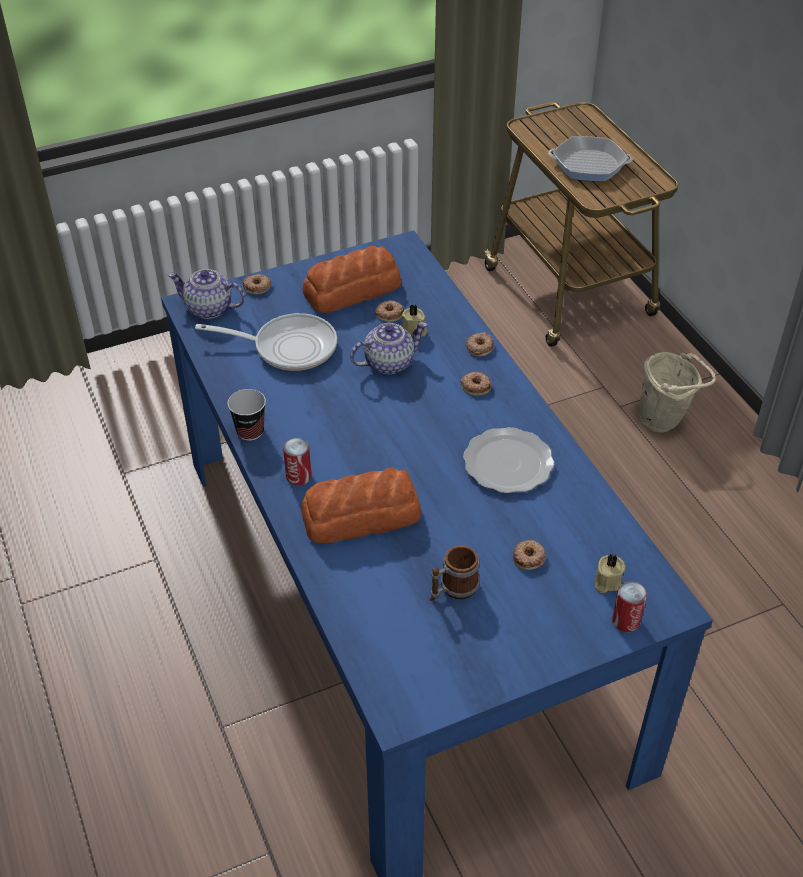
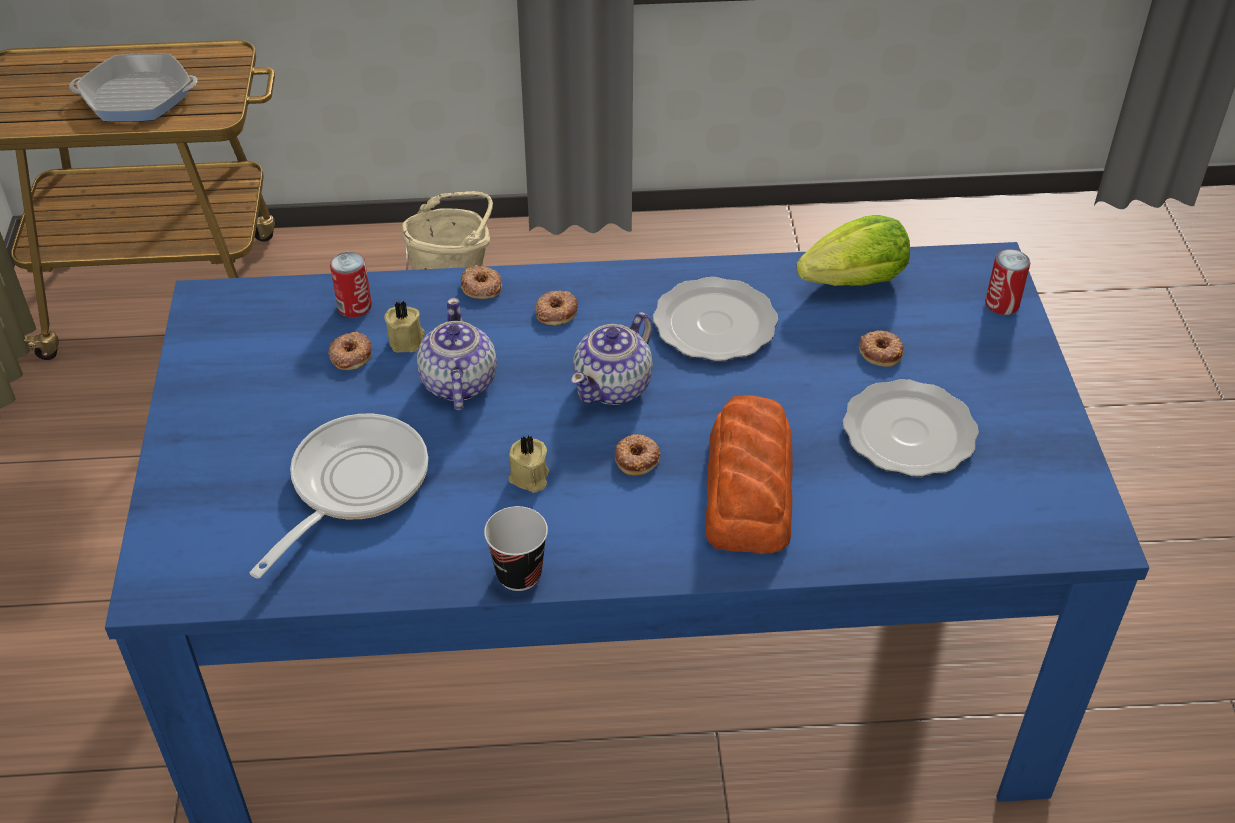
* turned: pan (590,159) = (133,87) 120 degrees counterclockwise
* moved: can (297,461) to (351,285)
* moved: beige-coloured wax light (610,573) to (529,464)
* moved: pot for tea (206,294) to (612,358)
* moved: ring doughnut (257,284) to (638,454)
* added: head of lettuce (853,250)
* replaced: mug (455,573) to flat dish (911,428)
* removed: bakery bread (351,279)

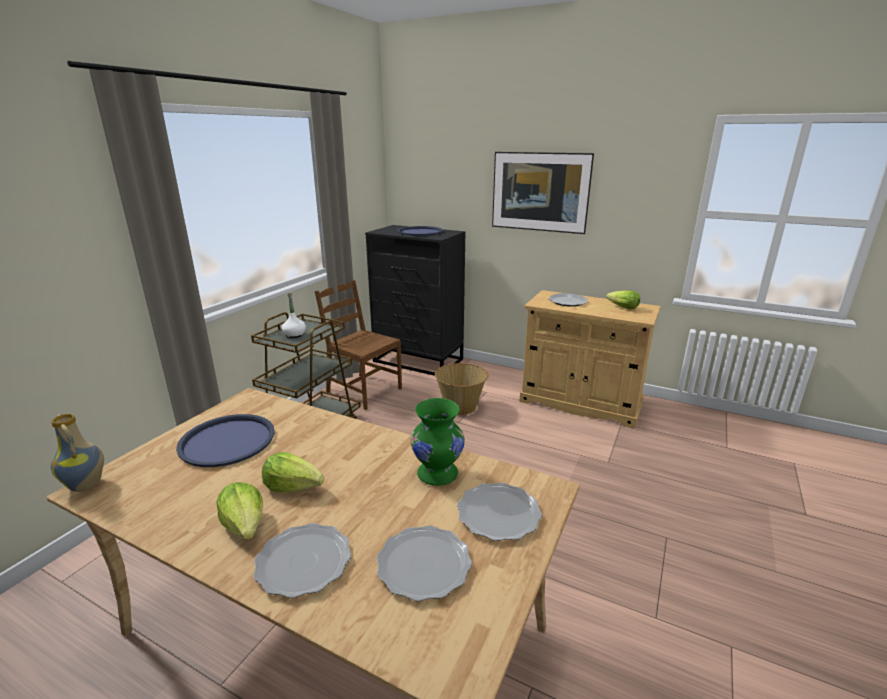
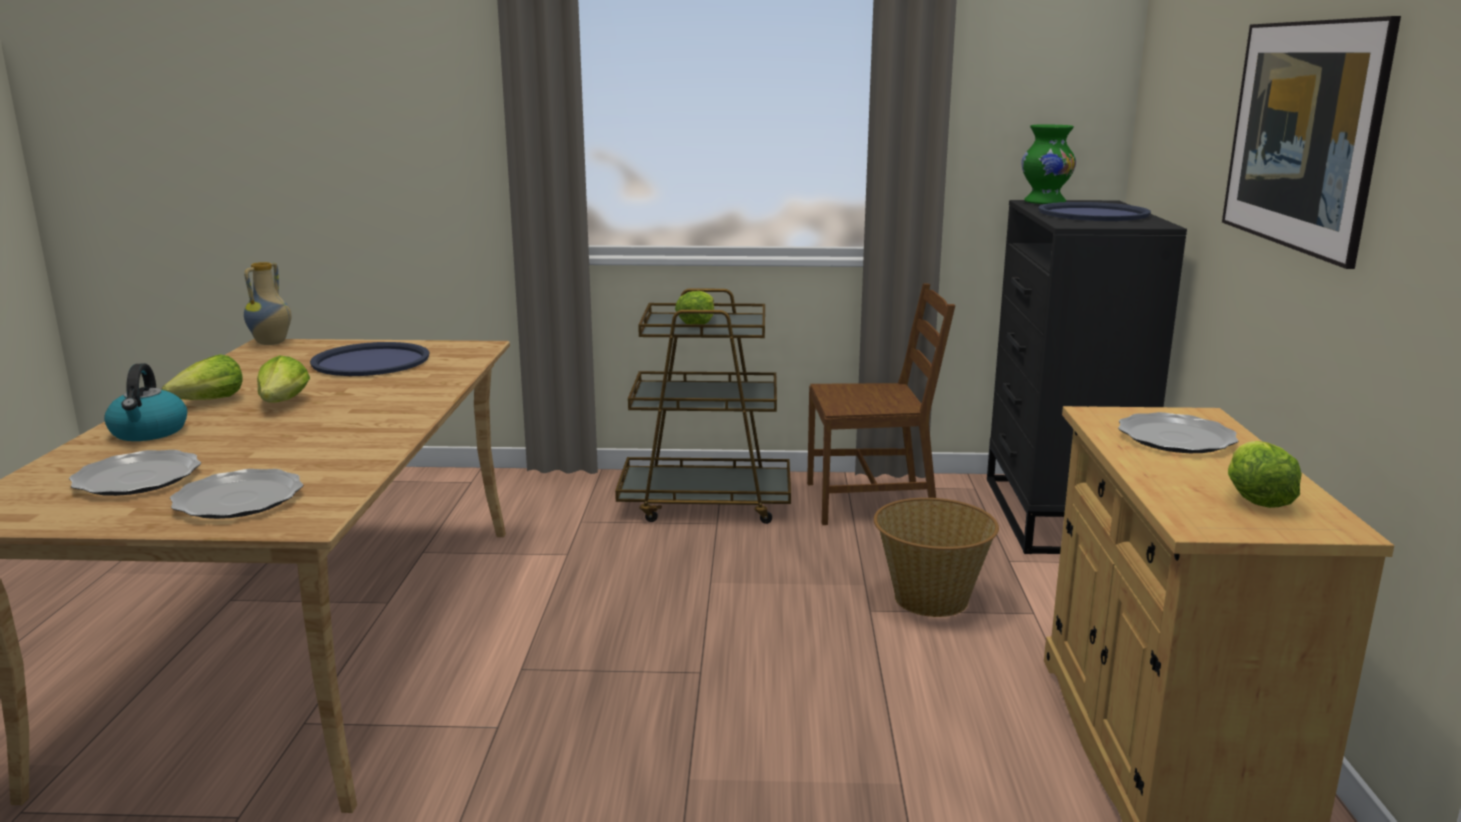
* replaced: flat dish (302,560) to tea kettle (145,402)
* replaced: whitish bottle (294,315) to head of lettuce (694,307)
* turned: brown-coloured chair (358,345) = (881,404) 75 degrees clockwise
* moved: green-coloured decorative vase (437,442) to (1048,164)

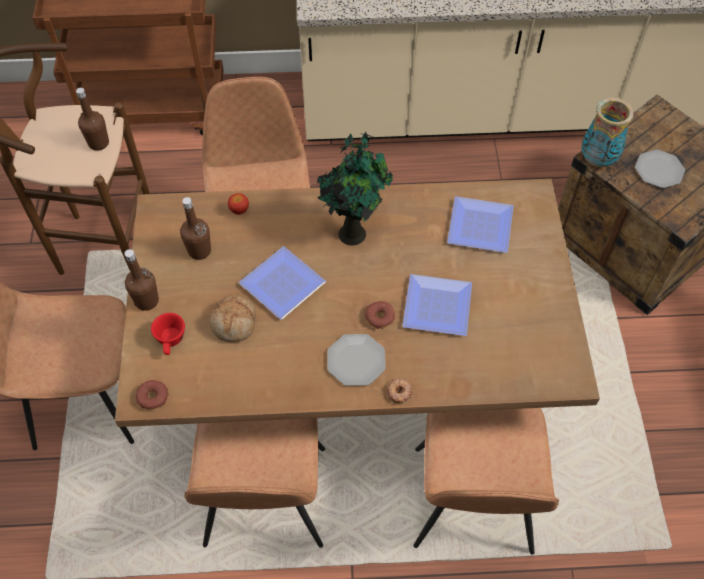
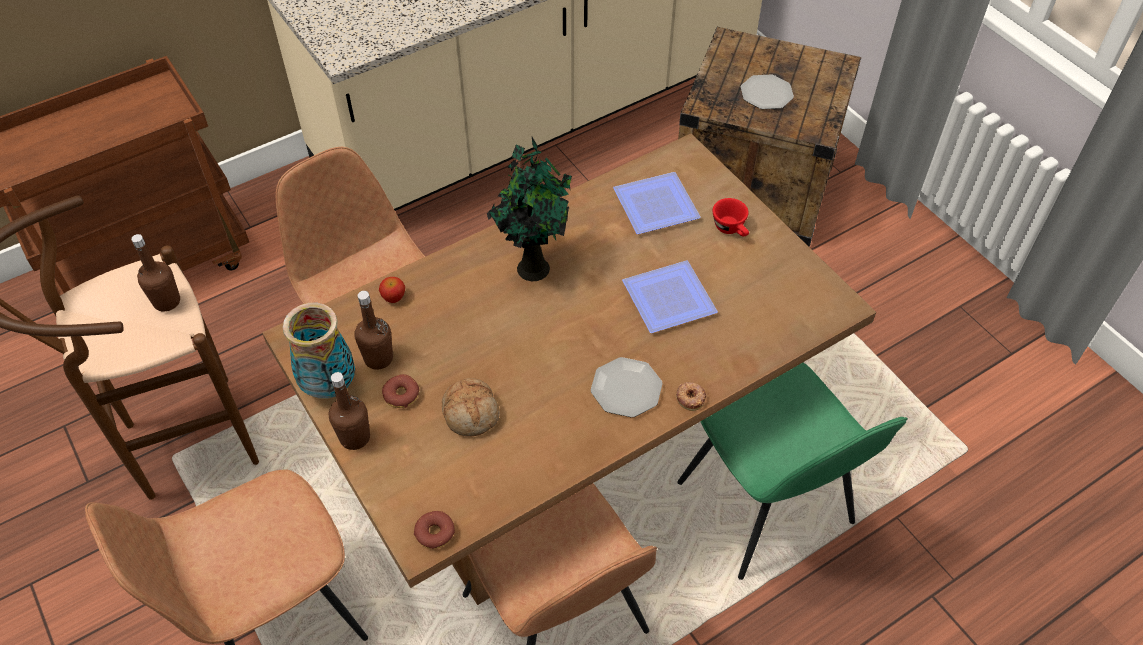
* moved: decorative vase (607,132) to (319,351)
* moved: ring doughnut (380,315) to (400,391)
* recoloured: brown-coloured chair (486,481) to green-coloured chair (792,471)
* moved: red small cup (168,334) to (730,217)
* removed: flat dish (282,283)

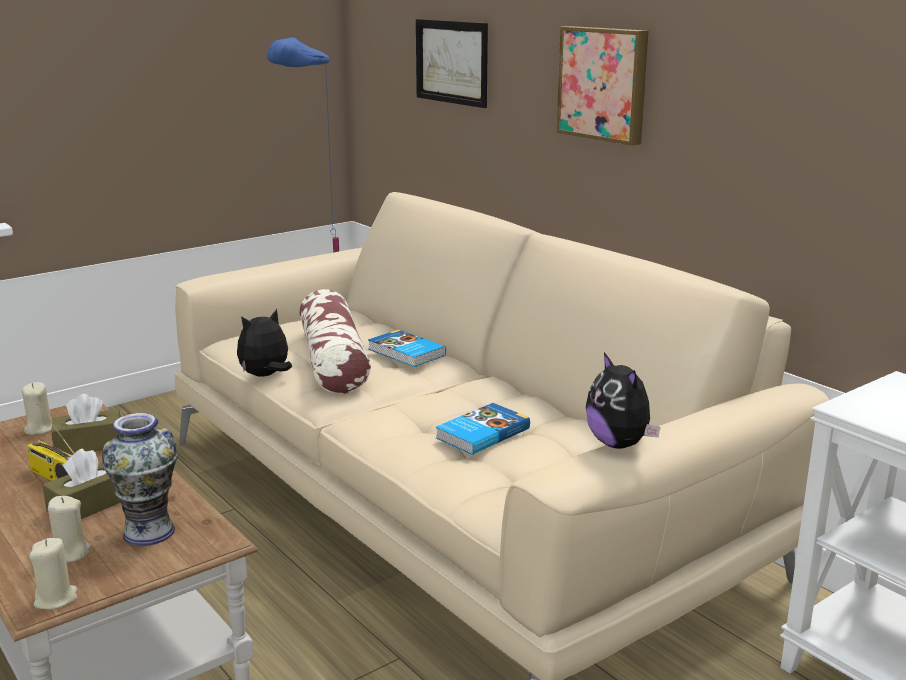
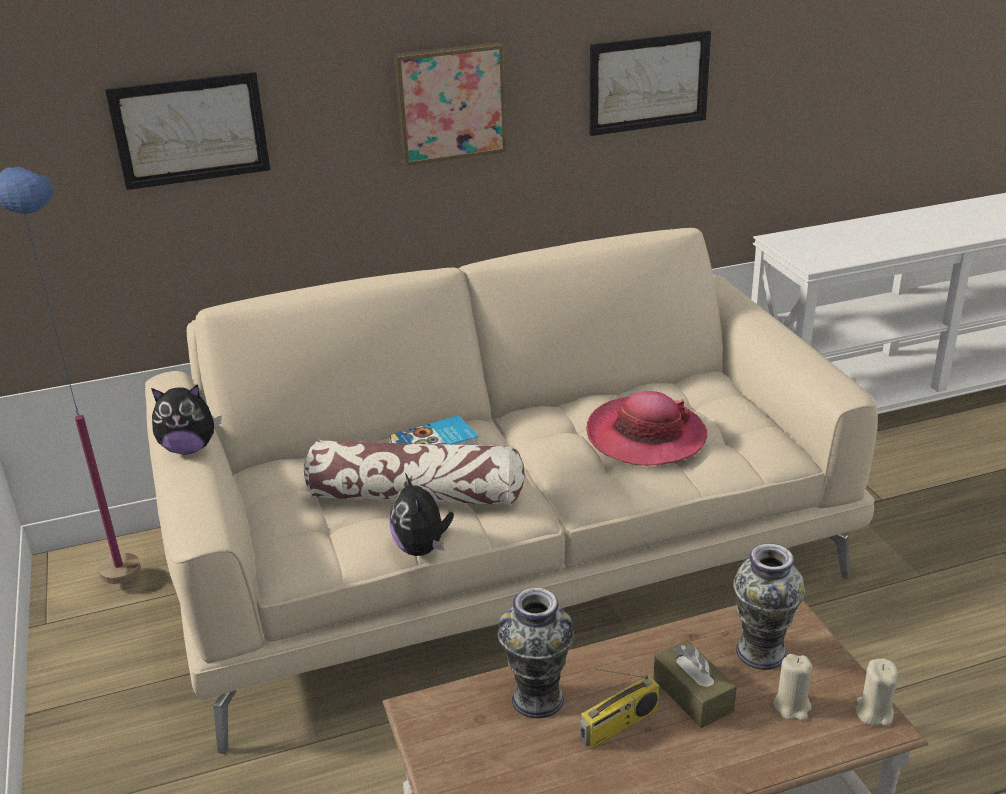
* moved: plush toy (623,400) to (186,419)
* replaced: brown-coloured box of tissues (86,424) to decorative vase (535,653)
* replaced: bound book (483,429) to hat (646,428)
* added: wall art (650,83)
* removed: beige-coloured wax light (37,408)

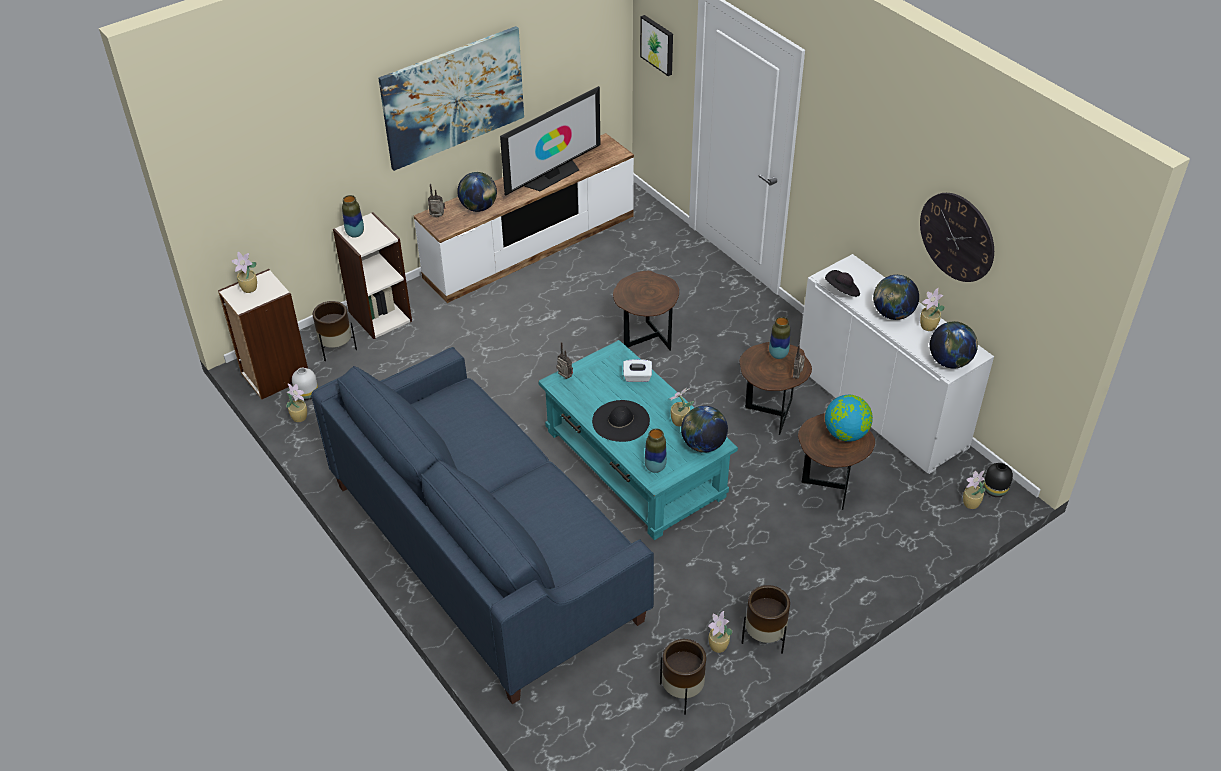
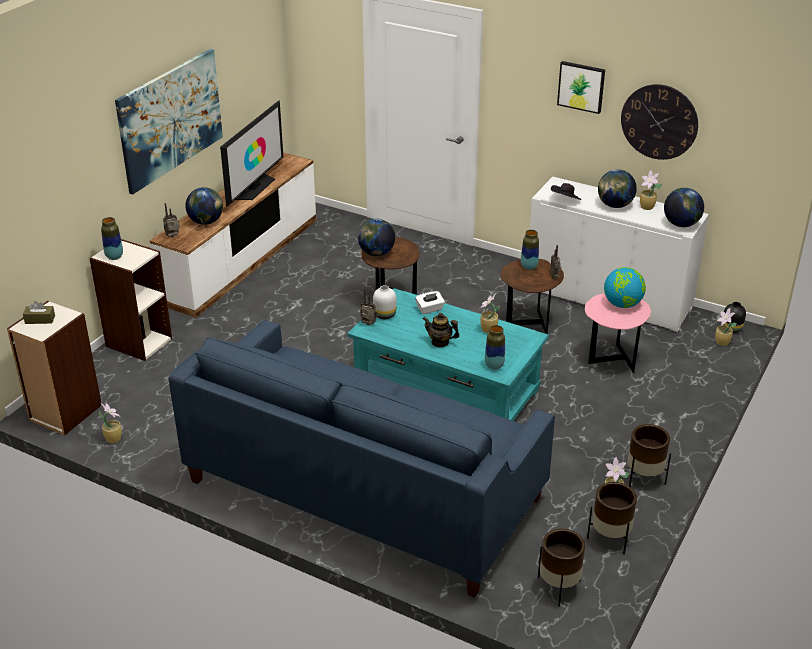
* replaced: potted plant (244,272) to brown-coloured box of tissues (39,312)
* moved: desk globe (704,429) to (376,237)
* moved: whitish decorative vase (305,383) to (384,302)
* replaced: black-coloured hat (621,421) to pot for tea (441,330)
* moved: brown-coloured flower pot (335,331) to (561,568)
* moved: wall art (656,45) to (581,87)
* recoloured: brown-coloured end table (836,461) to pinkish end table (618,333)

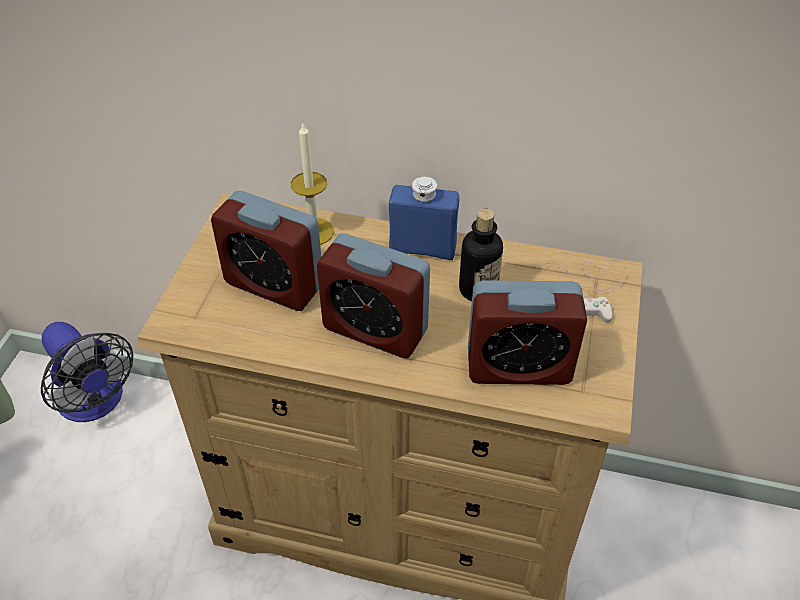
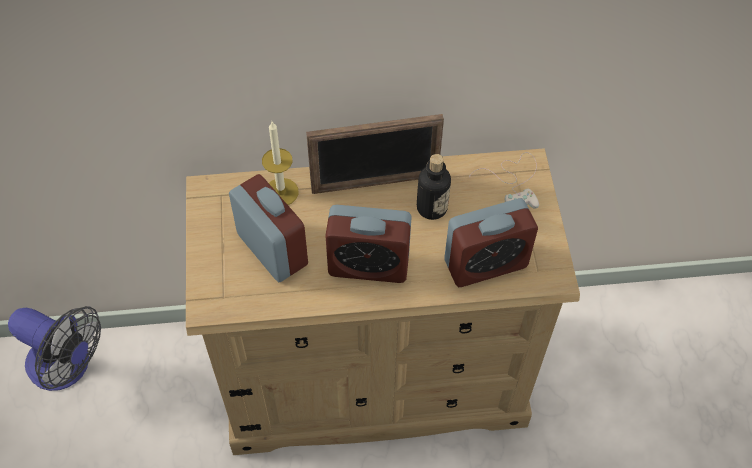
* turned: alarm clock (266,251) = (268,228) 135 degrees counterclockwise
* replaced: blue-coloured bottle (424,218) to picture frame (375,154)

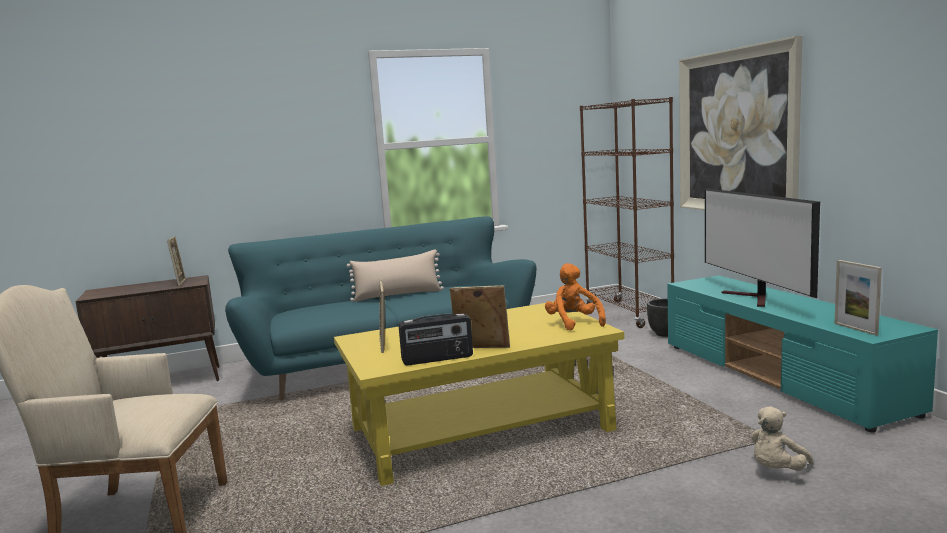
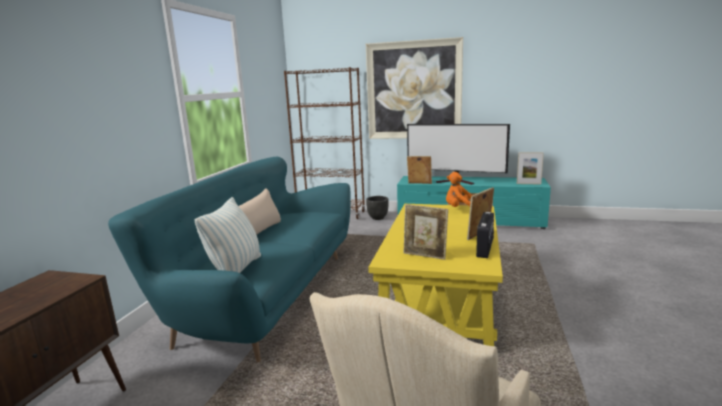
* added: pillow (228,235)
* moved: picture frame (176,261) to (419,170)
* removed: beige-coloured plush toy (782,439)

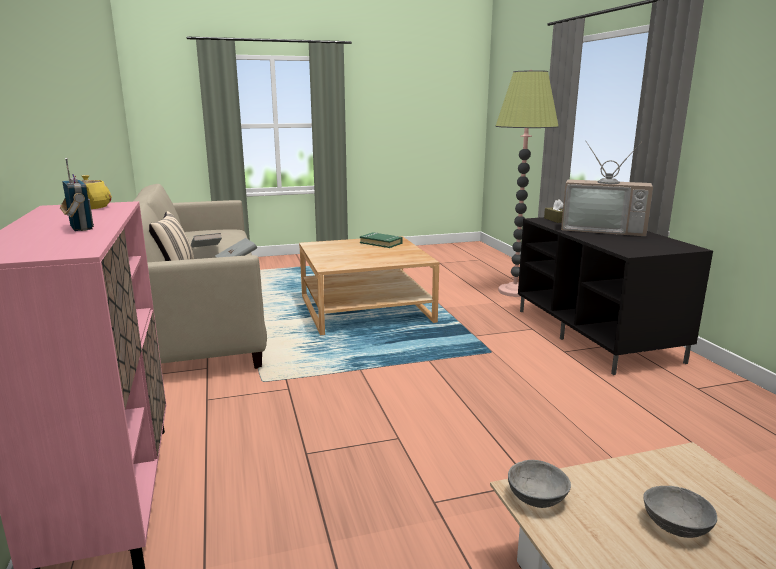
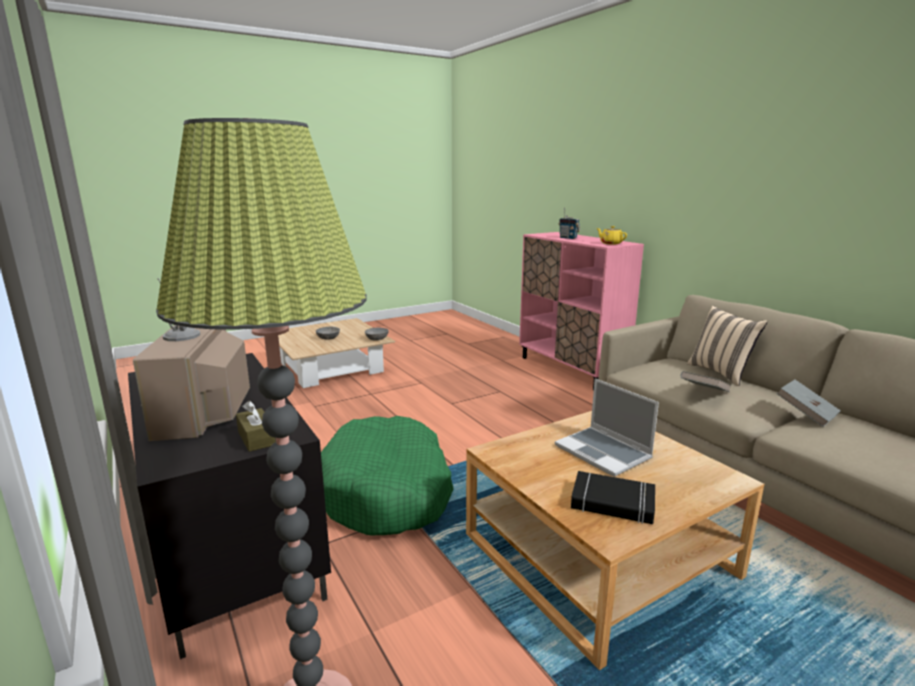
* turned: TV set (607,189) = (191,359) 105 degrees counterclockwise
* added: green-coloured dog cushion (387,475)
* added: laptop (607,427)
* recoloured: green-coloured bound book (381,240) to black-coloured bound book (613,497)

